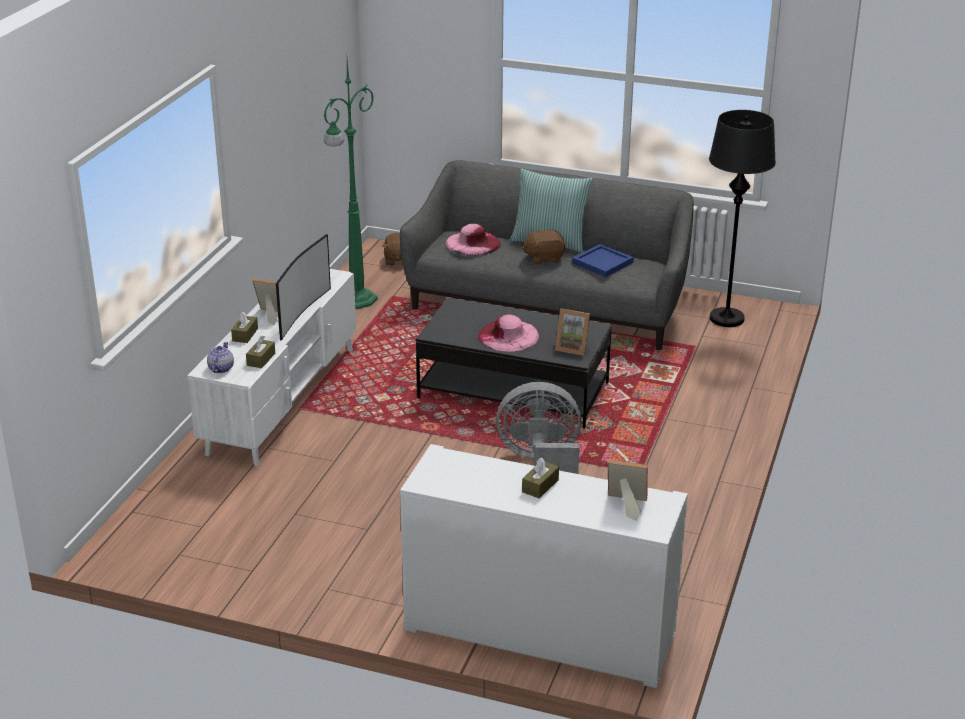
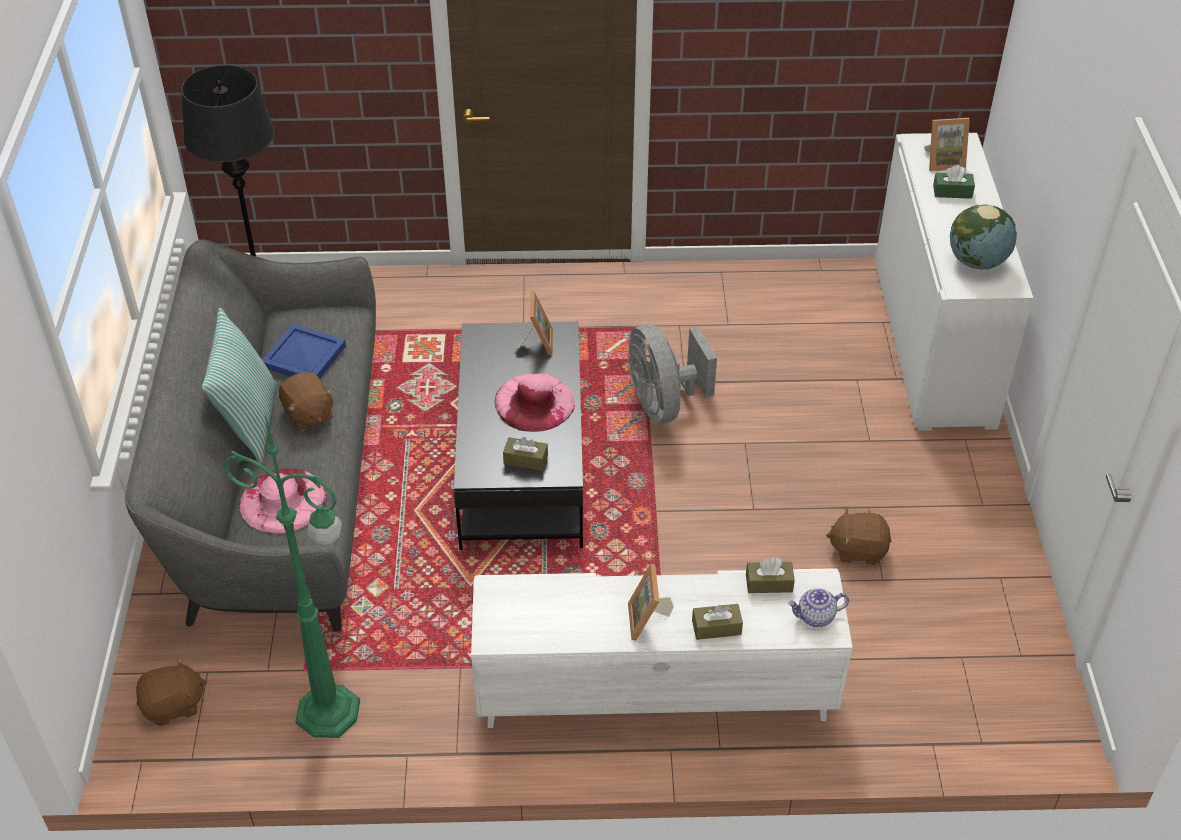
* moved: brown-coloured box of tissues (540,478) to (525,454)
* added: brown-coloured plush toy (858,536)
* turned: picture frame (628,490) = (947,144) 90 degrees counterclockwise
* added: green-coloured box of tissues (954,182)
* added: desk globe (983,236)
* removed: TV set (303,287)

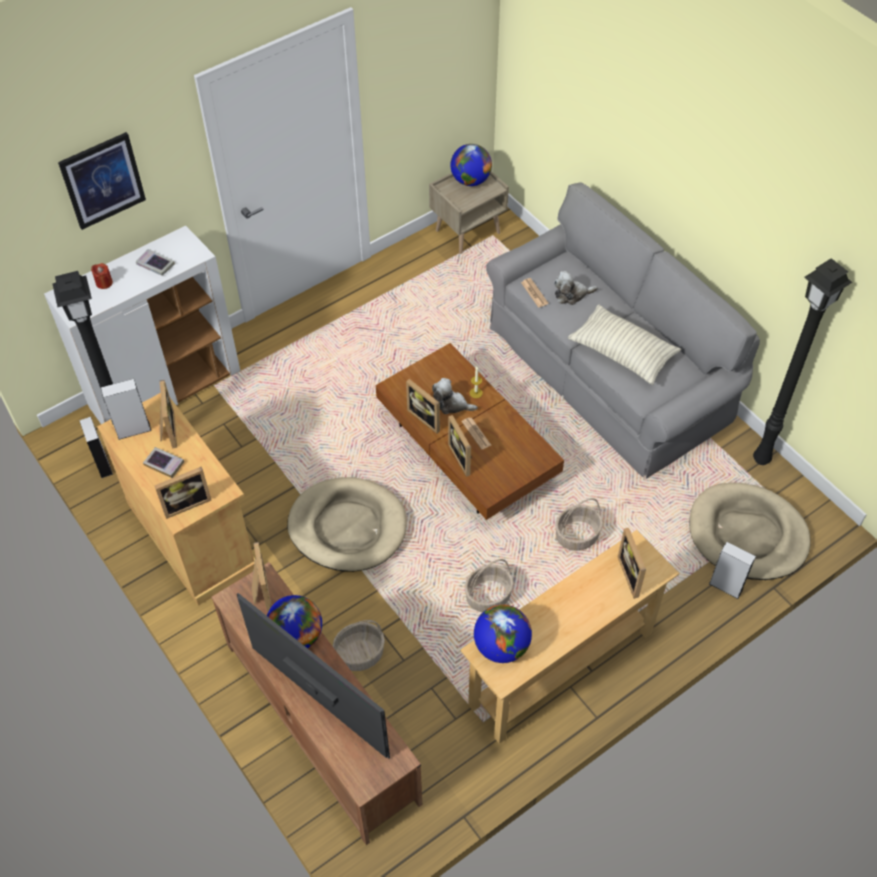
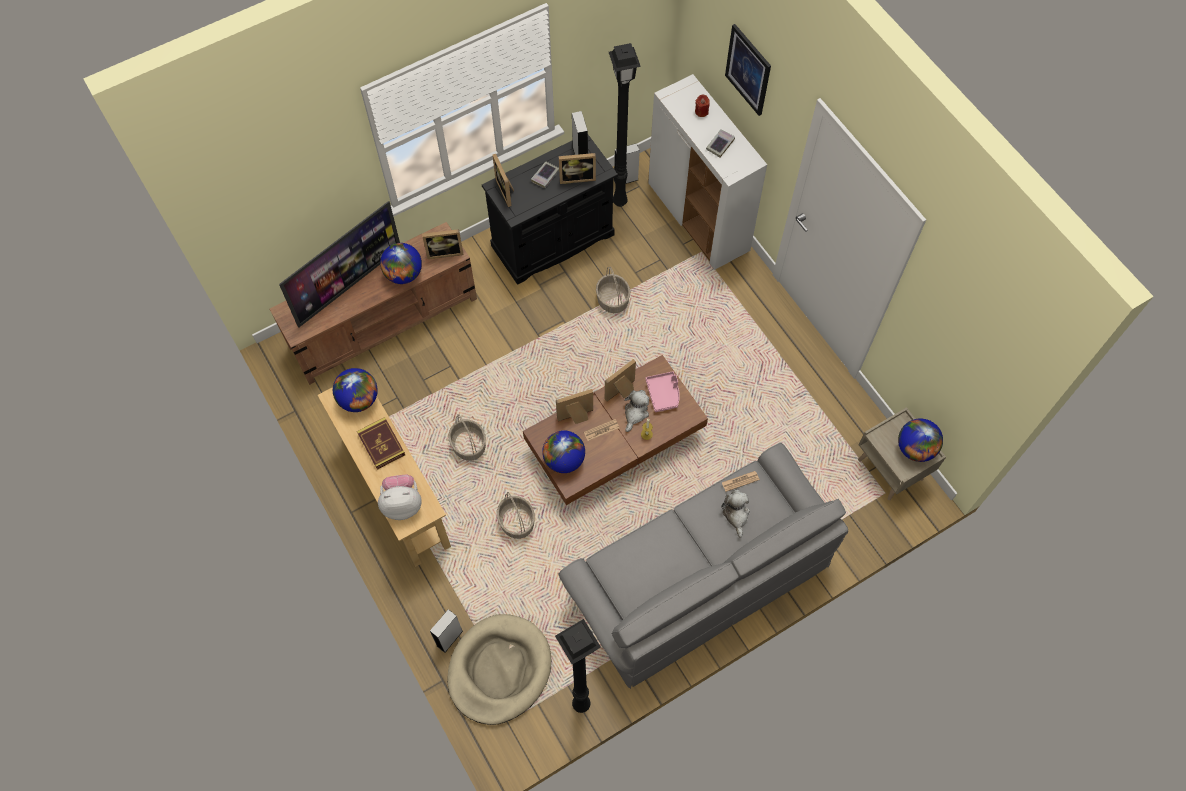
* added: bound book (381,443)
* replaced: picture frame (632,563) to plush toy (400,497)
* recoloured: beige-coloured cabinet (176,499) to black-coloured cabinet (550,210)
* added: desk globe (563,451)
* moved: storage basket (359,645) to (613,290)
* added: pinkish tray (663,391)
* removed: beige-coloured dog cushion (346,524)
* removed: pillow (624,345)

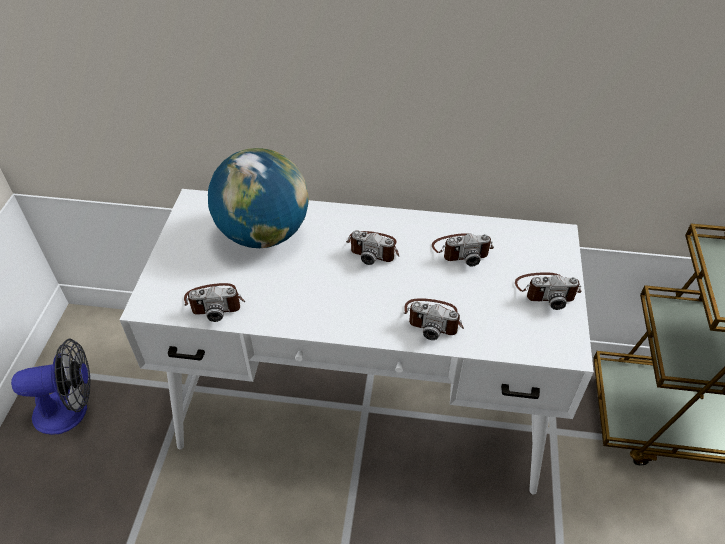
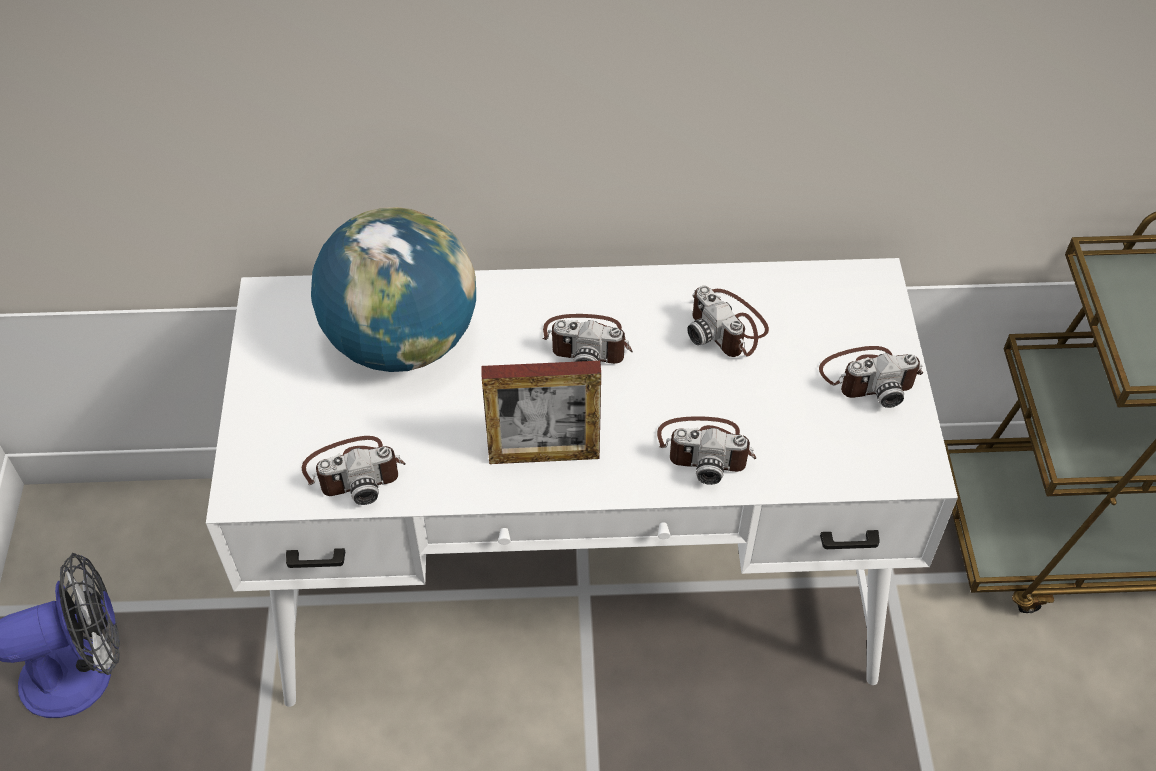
* added: picture frame (541,412)
* turned: photo camera (463,250) = (728,321) 75 degrees clockwise

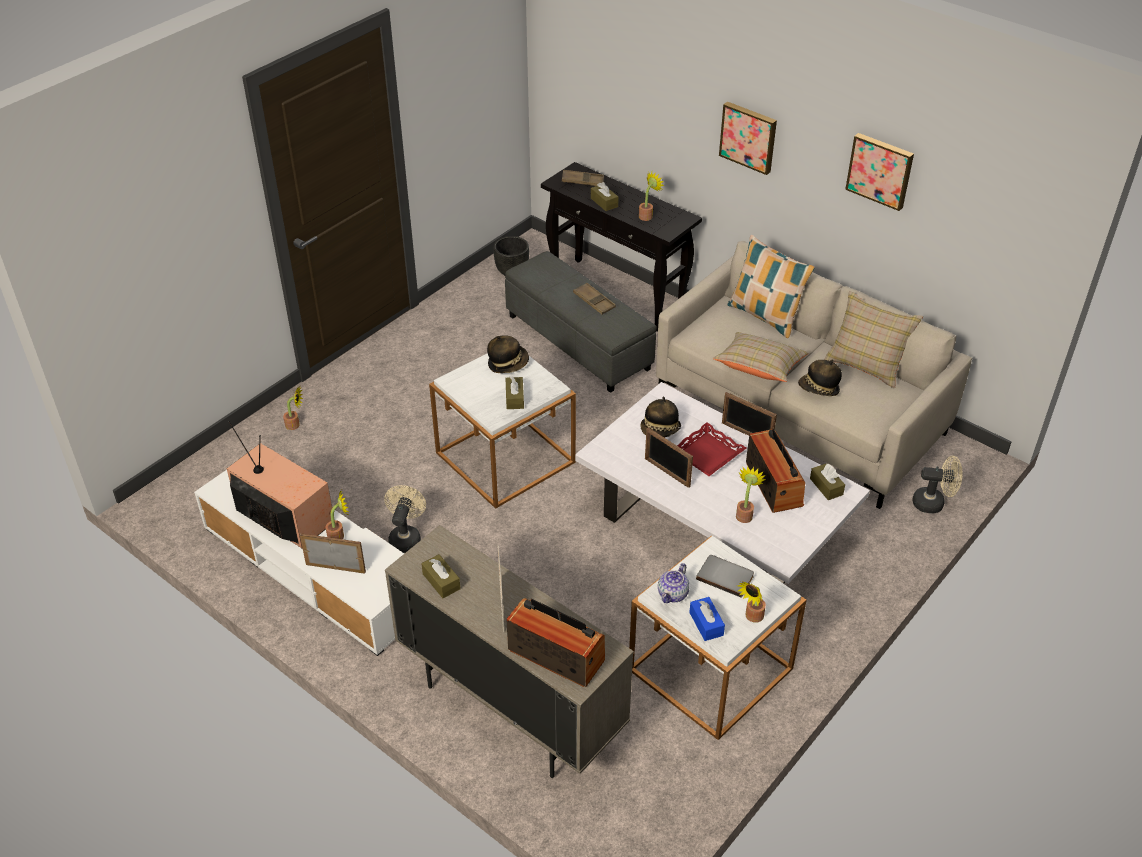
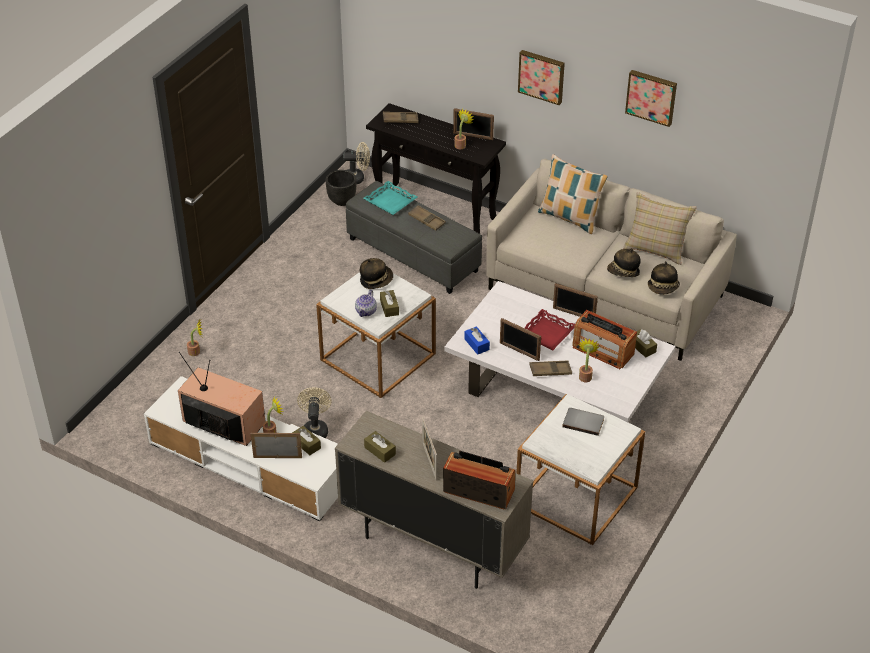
* moved: brown-coloured box of tissues (605,196) to (306,440)
* moved: beige-coloured electric fan (937,484) to (356,163)
* moved: pot for tea (674,583) to (366,303)
* added: turquoise tray (390,198)
* added: picture frame (473,124)
* moved: blue-coloured box of tissues (707,619) to (477,340)
* added: brown-coloured tray (550,368)
* turned: radio set (775,471) = (604,339) 150 degrees clockwise
* moved: hat (660,417) to (664,278)
* removed: beige-coloured pillow (760,357)
* removed: potted plant (752,602)

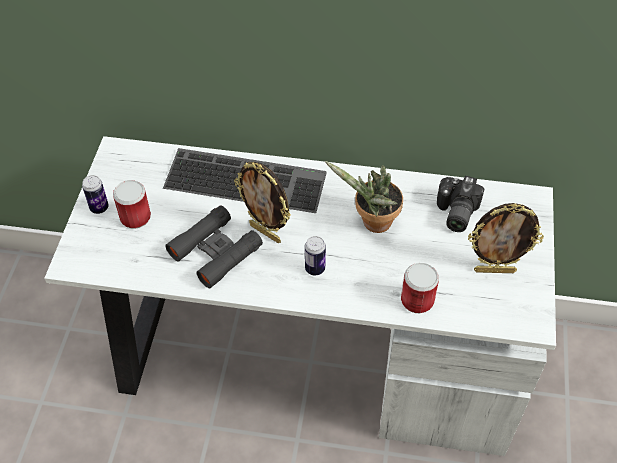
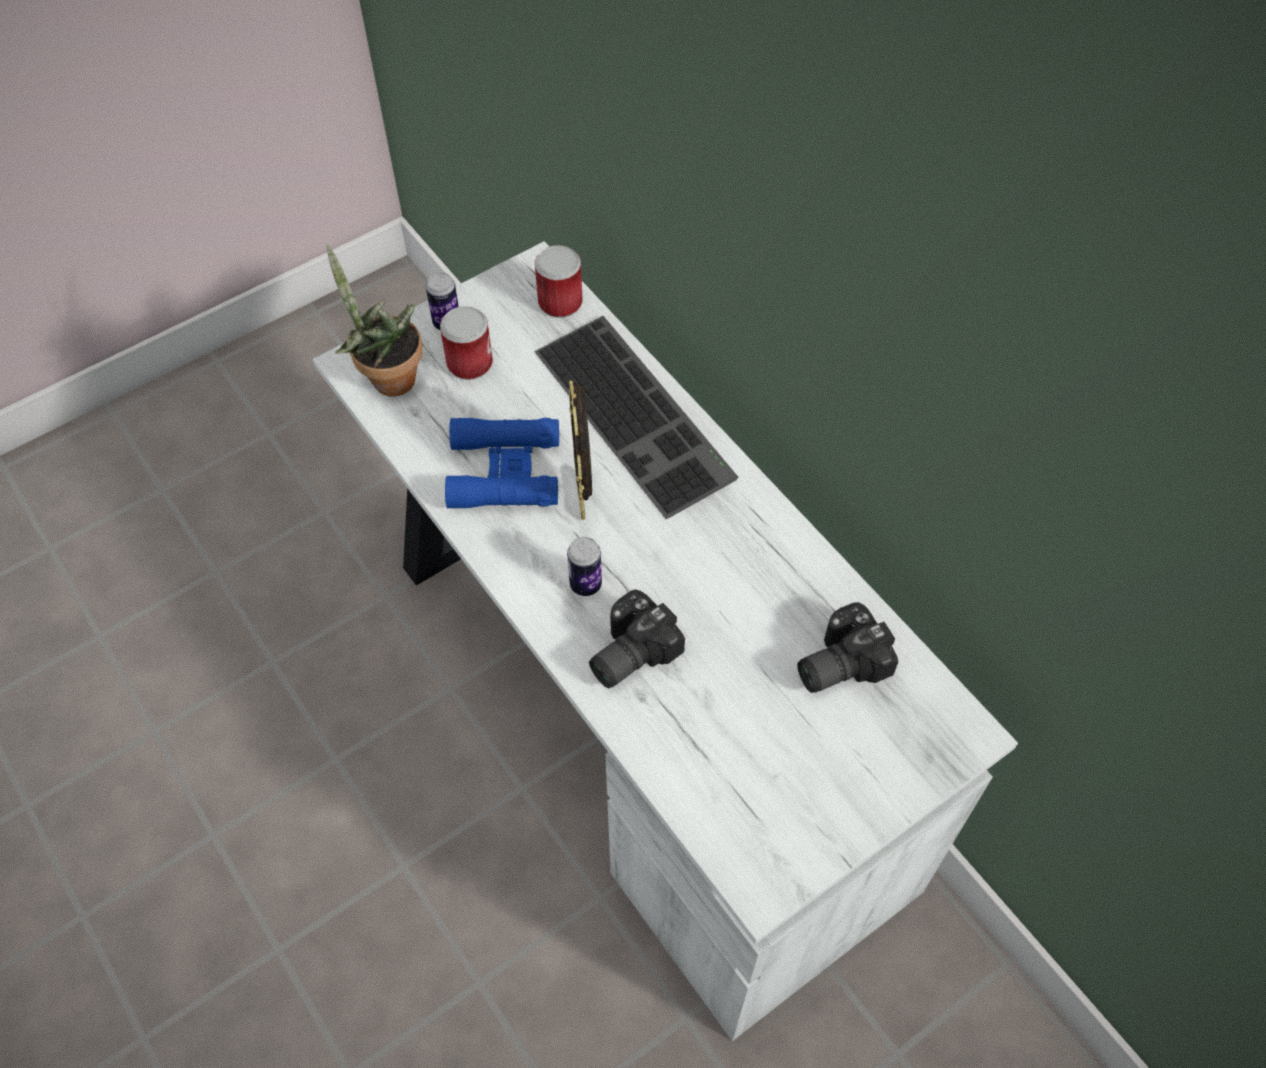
* moved: potted plant (364,197) to (374,320)
* recoloured: black-coloured pair of binoculars (214,246) to blue-coloured pair of binoculars (502,463)
* moved: can (420,288) to (559,281)
* added: photo camera (637,638)
* removed: picture frame (506,238)

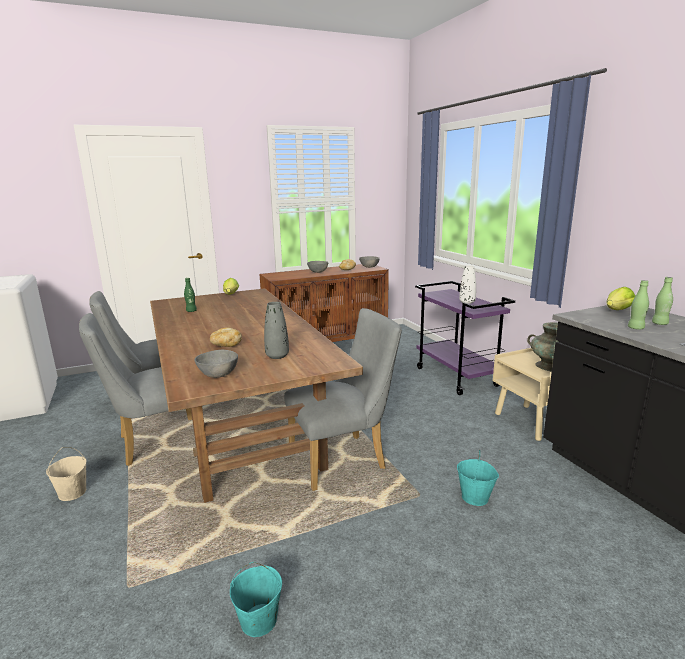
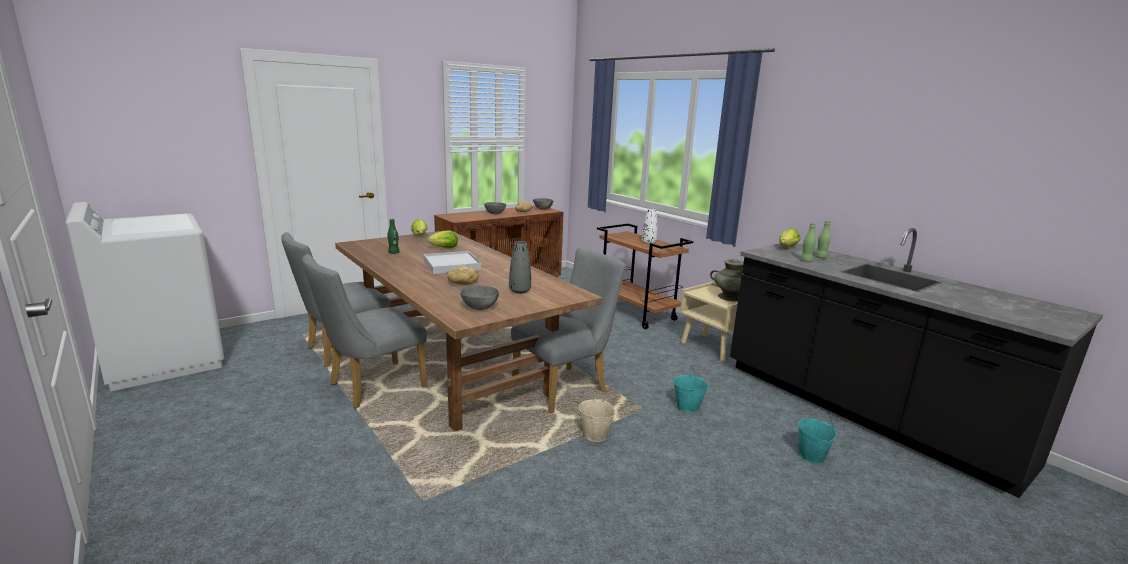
* added: whitish tray (452,262)
* added: head of lettuce (443,239)
* moved: beige-coloured pail (66,474) to (597,415)
* recoloured: purple-coloured cart (465,338) to brown-coloured cart (645,276)
* moved: turquoise pail (256,599) to (817,436)

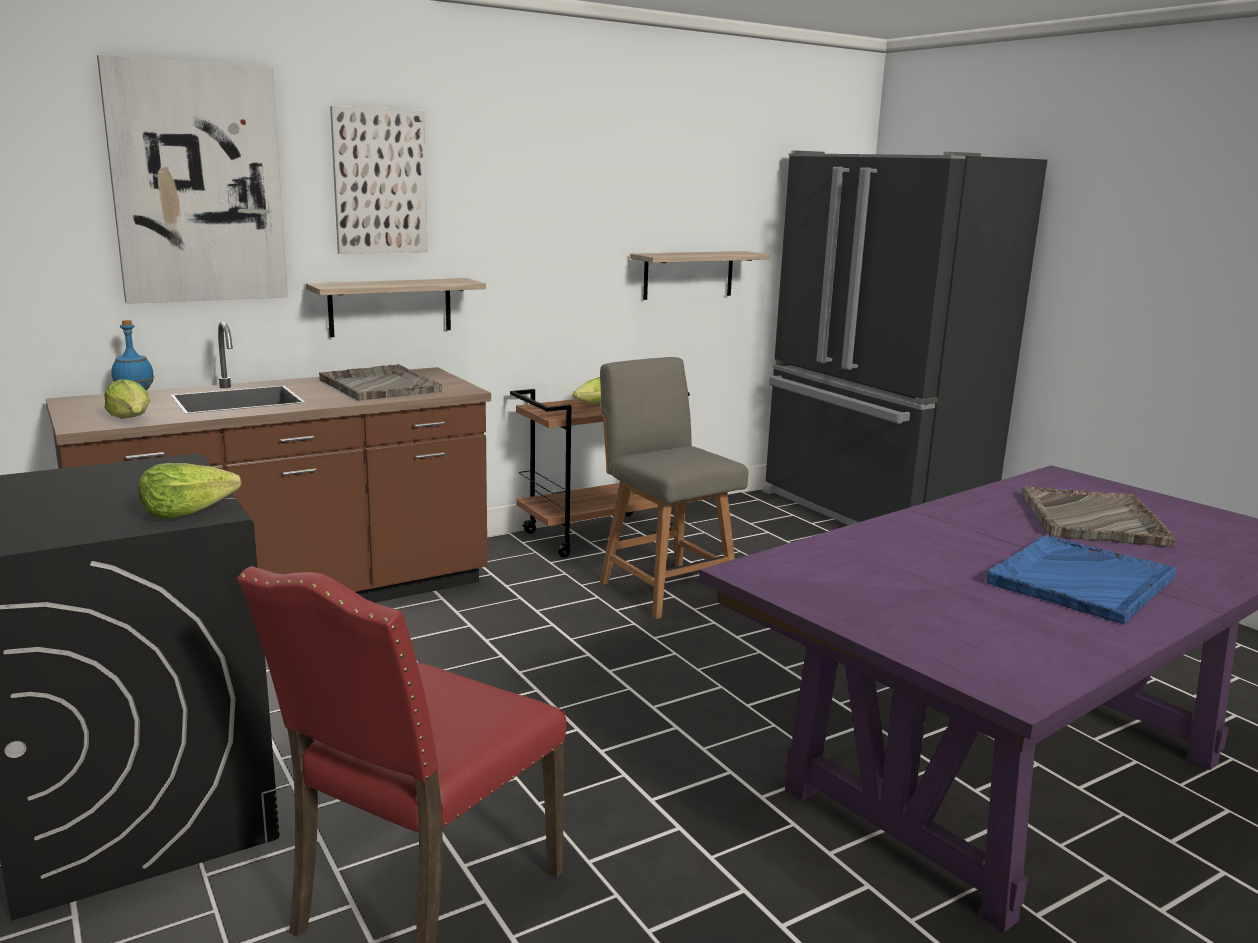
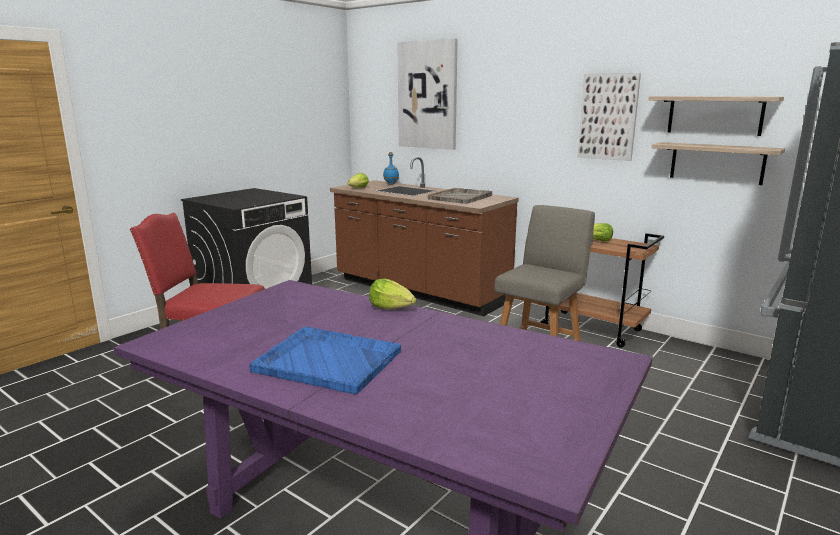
* moved: head of lettuce (190,491) to (392,293)
* moved: wall art (379,180) to (609,117)
* moved: bracket shelf (396,307) to (716,116)
* removed: gray tray (1099,516)

